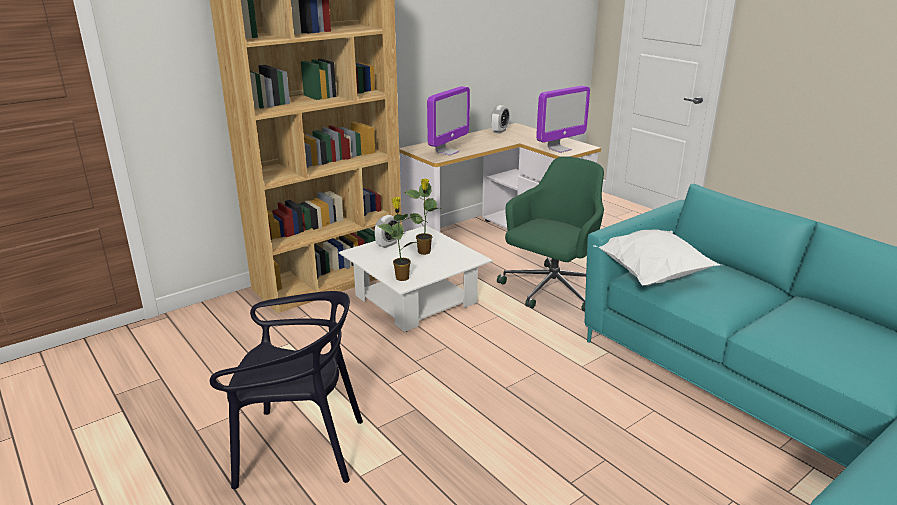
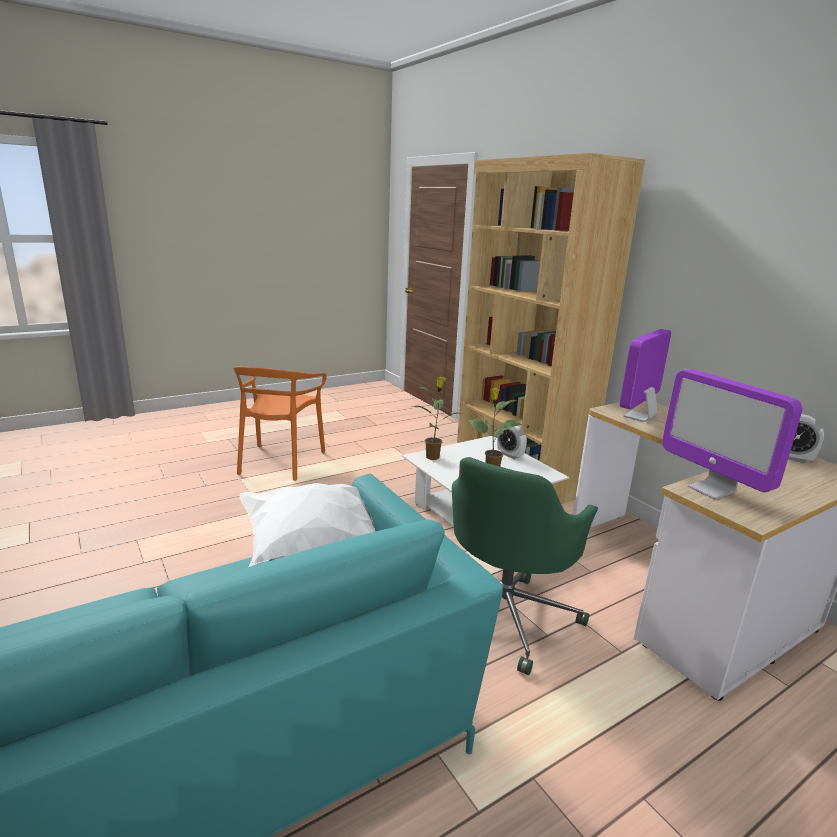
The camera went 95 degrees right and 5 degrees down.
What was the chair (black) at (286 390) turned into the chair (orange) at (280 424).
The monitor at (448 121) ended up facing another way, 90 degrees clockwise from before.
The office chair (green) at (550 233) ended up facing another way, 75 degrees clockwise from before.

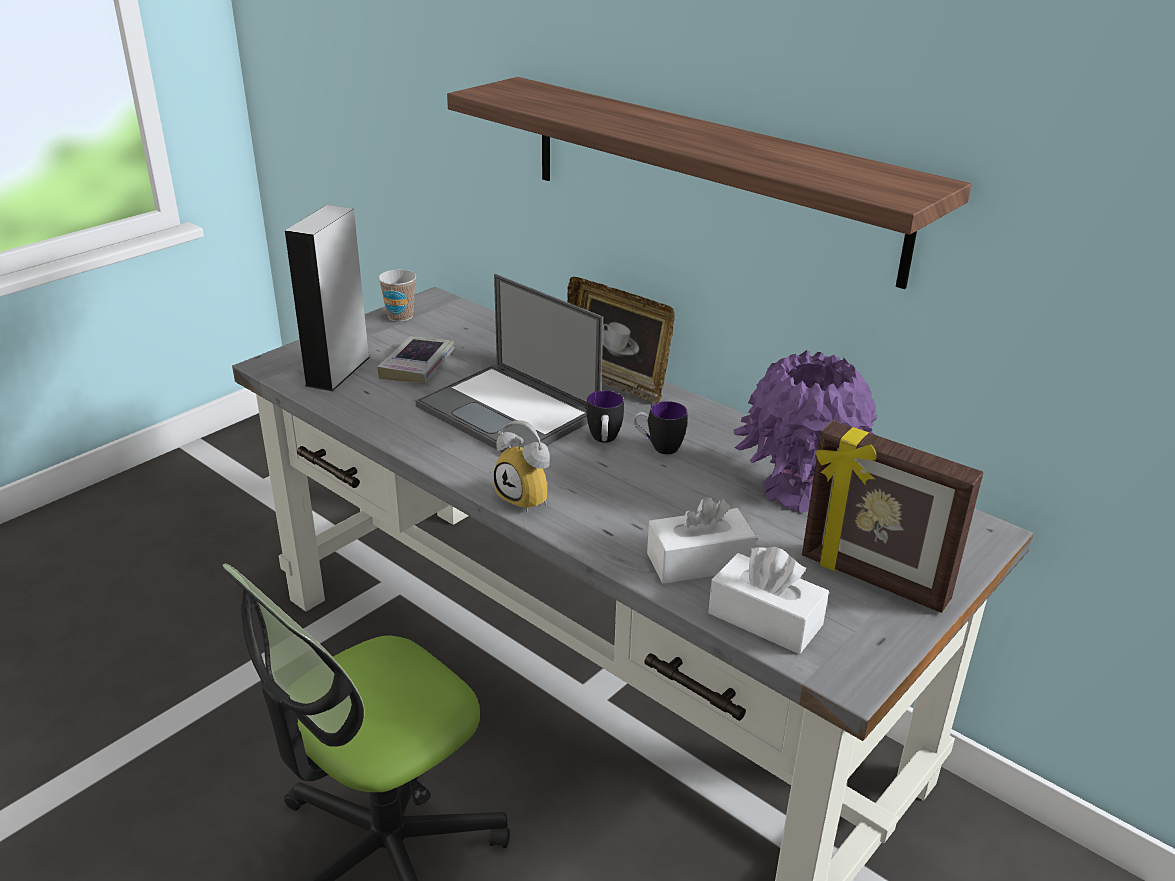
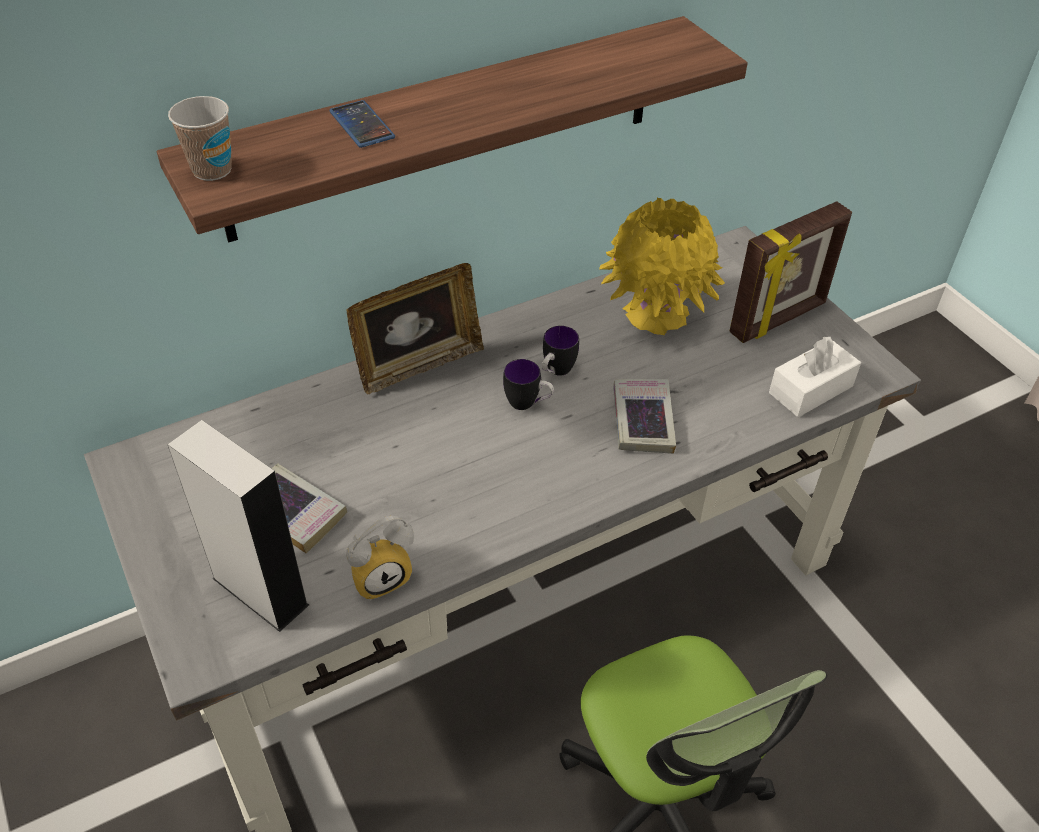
The camera went 70 degrees left and 15 degrees up.
The cup ended up elsewhere, having gone from (397 295) to (200 138).
The second view lost the laptop at (509 363).
The alarm clock ended up elsewhere, having gone from (522 466) to (380 558).
The second view lost the tissue box (white) at (702 540).
What was the vase (purple) at (805 432) turned into the vase (yellow) at (662 266).
The second view gained the phone at (362 124).
The second view gained the book at (644 416).

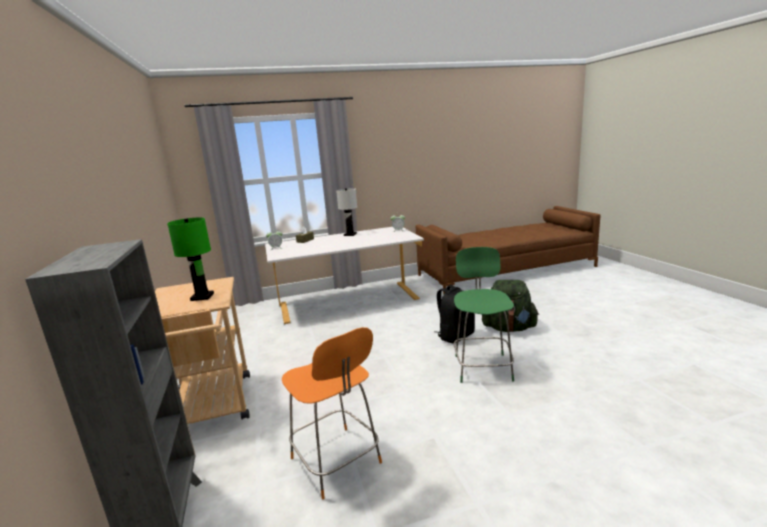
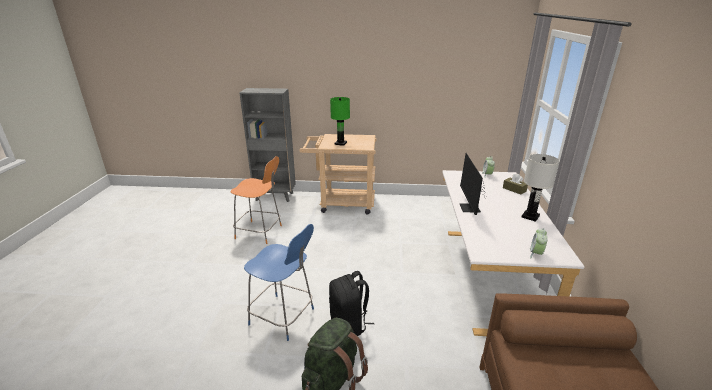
The camera went 110 degrees right and 10 degrees up.
The chair (orange) at (332 413) ended up facing another way, 150 degrees counterclockwise from before.
What was the chair (green) at (483 315) turned into the chair (blue) at (279 282).
The second view gained the monitor at (473 184).

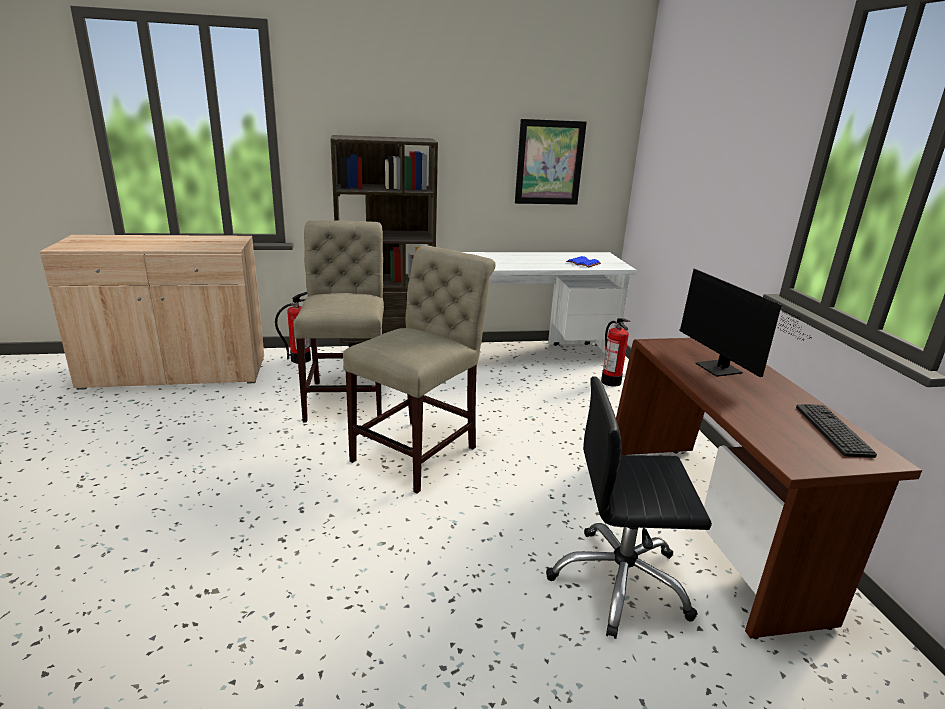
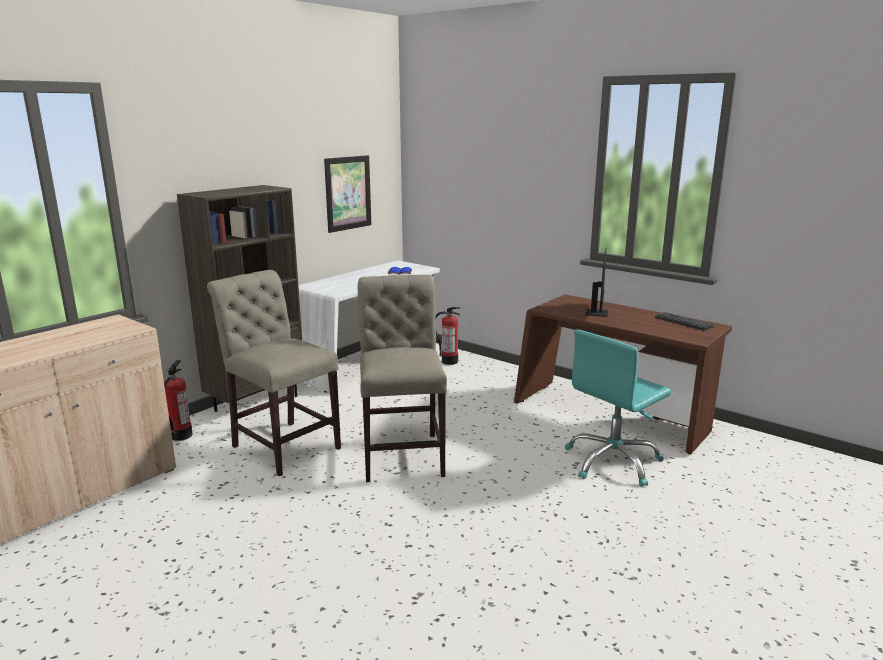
The camera went 40 degrees left and 5 degrees down.
What was the office chair (black) at (629 507) turned into the office chair (turquoise) at (618 408).
The monitor at (745 323) ended up facing another way, 105 degrees counterclockwise from before.

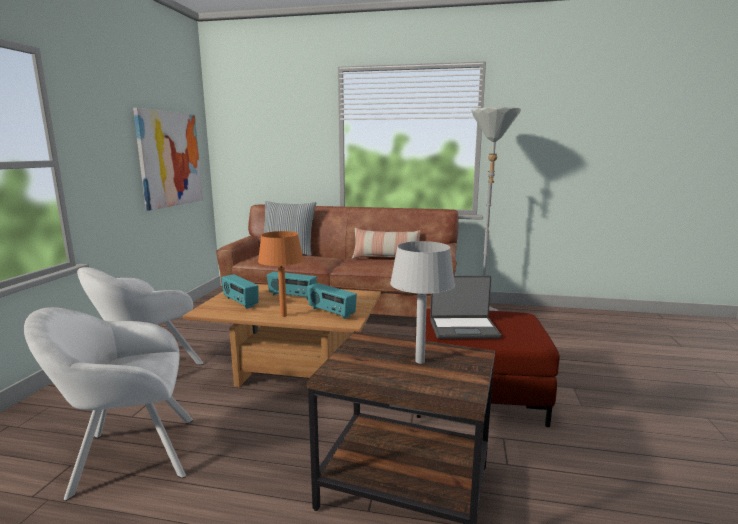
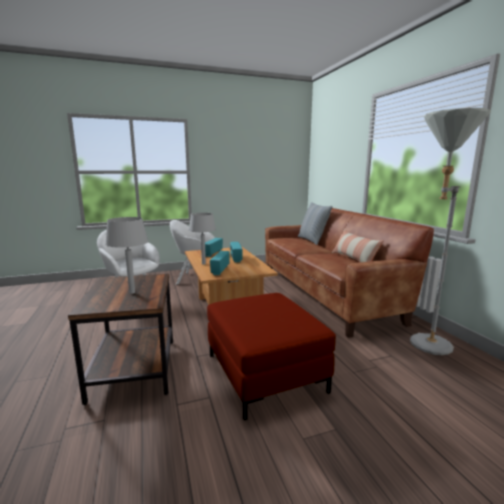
The camera went 60 degrees right and 0 degrees up.
The second view lost the picture at (168 159).
What was the table lamp (orange) at (281 274) turned into the table lamp (grey) at (202 239).
The second view lost the laptop at (465 307).

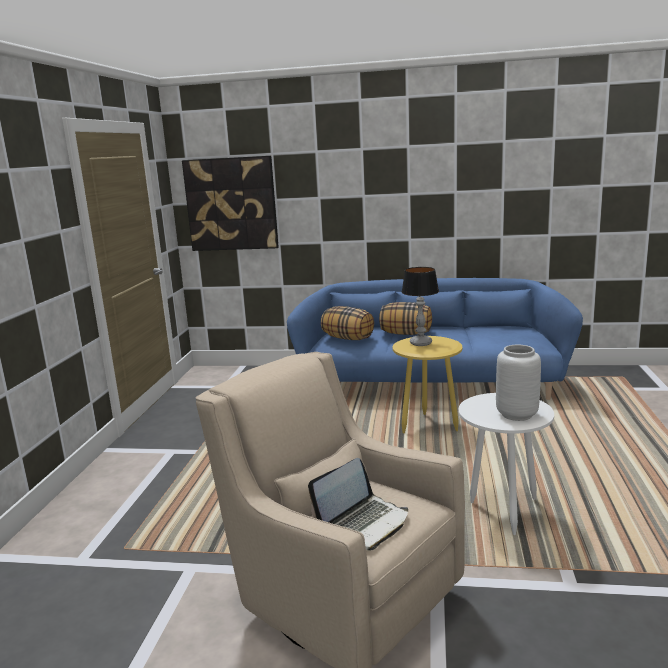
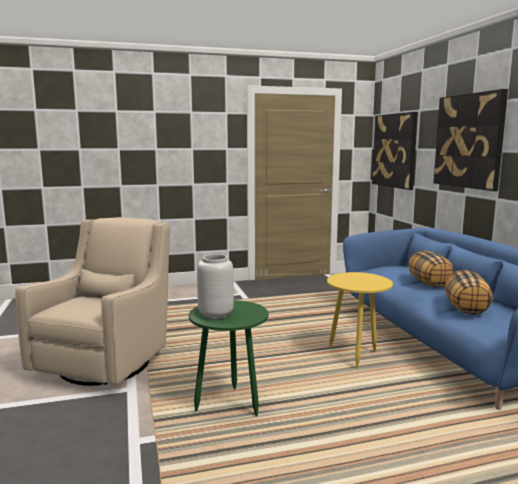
The camera went 65 degrees right and 5 degrees down.
The second view lost the laptop at (358 504).
The pillow ended up elsewhere, having gone from (347 323) to (469 292).
The second view lost the table lamp at (420 306).
What was the side table (white) at (506 464) turned into the side table (green) at (228 358).
The second view gained the picture at (471 140).

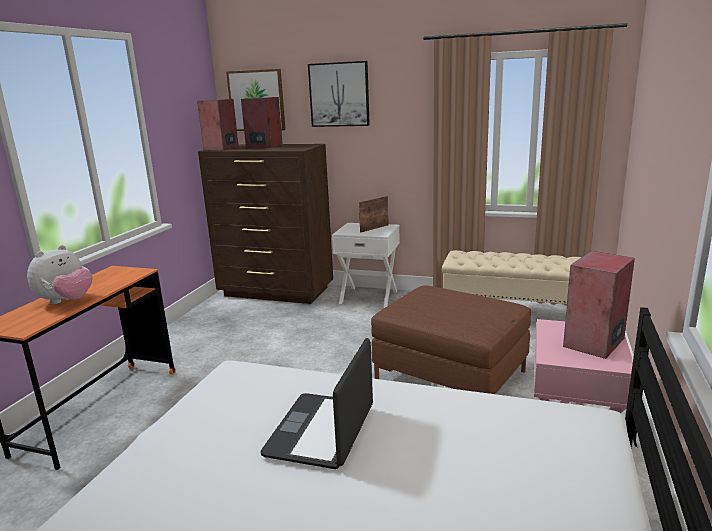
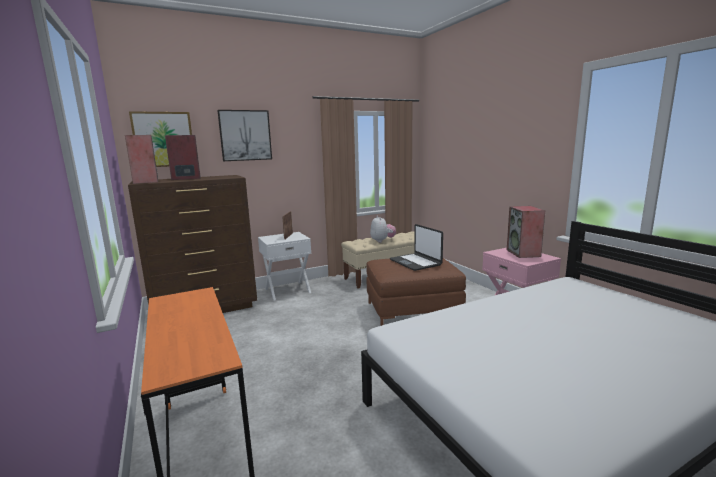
The camera went 45 degrees left and 5 degrees down.
The plush toy ended up elsewhere, having gone from (59 274) to (383 229).
The laptop ended up elsewhere, having gone from (316 403) to (416 247).

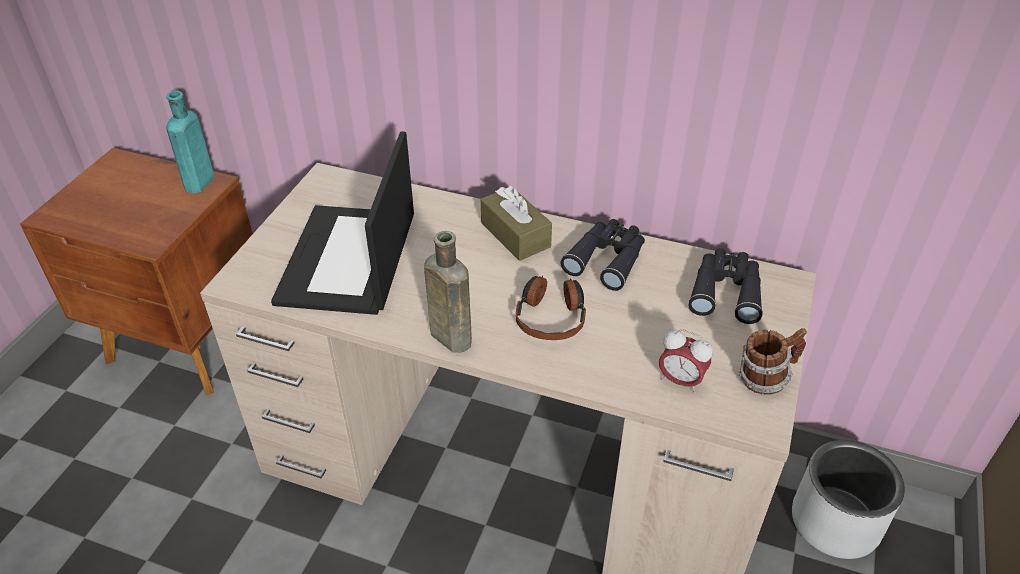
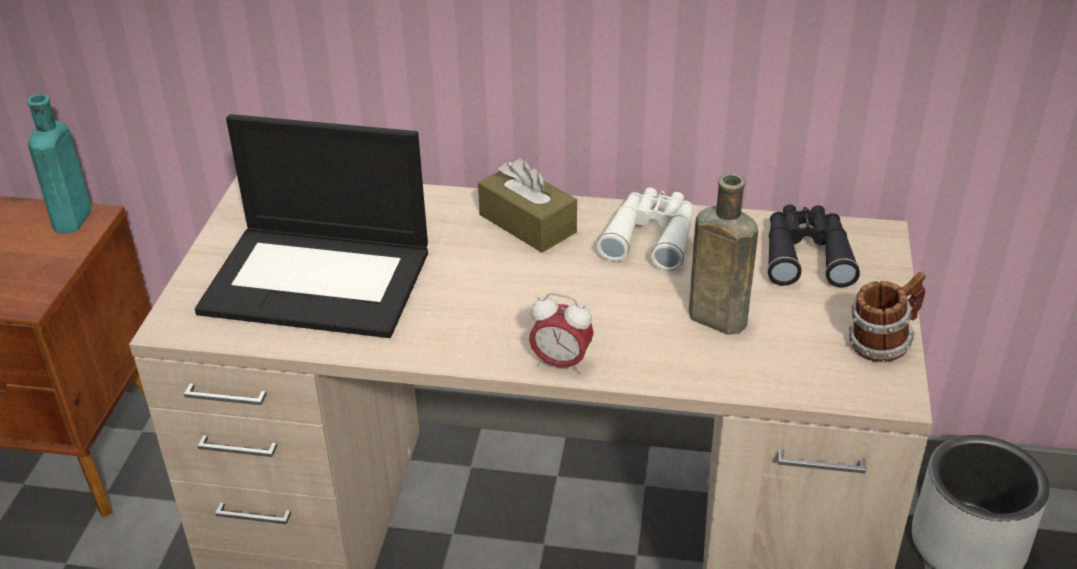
The camera went 10 degrees left and 5 degrees down.
The laptop at (342 223) ended up facing another way, 75 degrees counterclockwise from before.
The bottle (brown) ended up elsewhere, having gone from (448 292) to (723 254).
The second view lost the headphones at (551 308).
What was the binoculars (black) at (602 255) turned into the binoculars (white) at (645 229).
The alarm clock ended up elsewhere, having gone from (686 361) to (561 333).

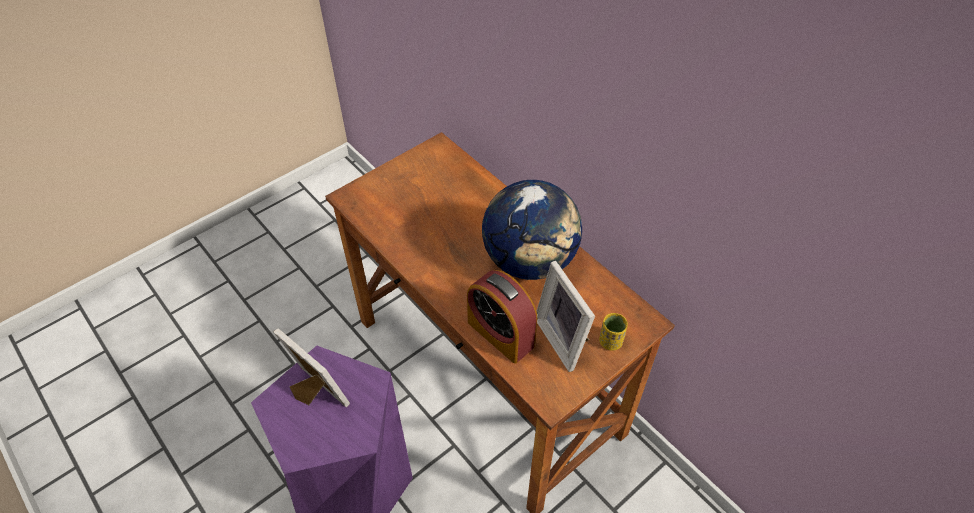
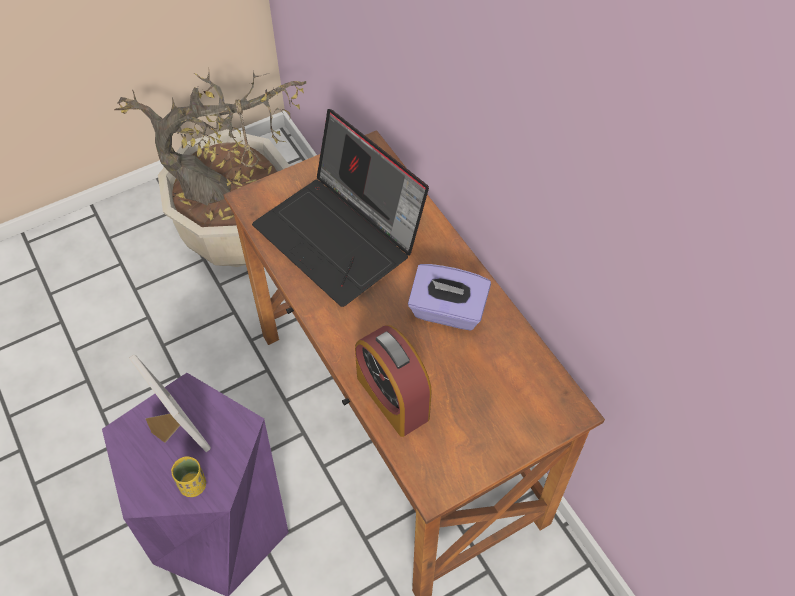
The camera went 10 degrees right and 5 degrees up.
Where the globe stood at (532 230), the tissue box (purple) came to stand at (449 297).
The second view lost the picture frame at (566 316).
The cup (yellow) ended up elsewhere, having gone from (613 332) to (188 476).
The second view gained the potted plant at (210 166).
The second view gained the laptop at (340 208).

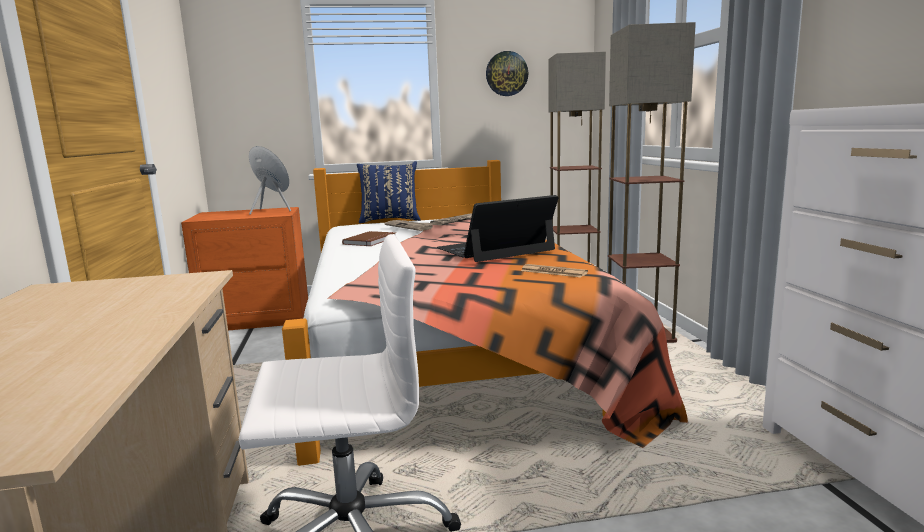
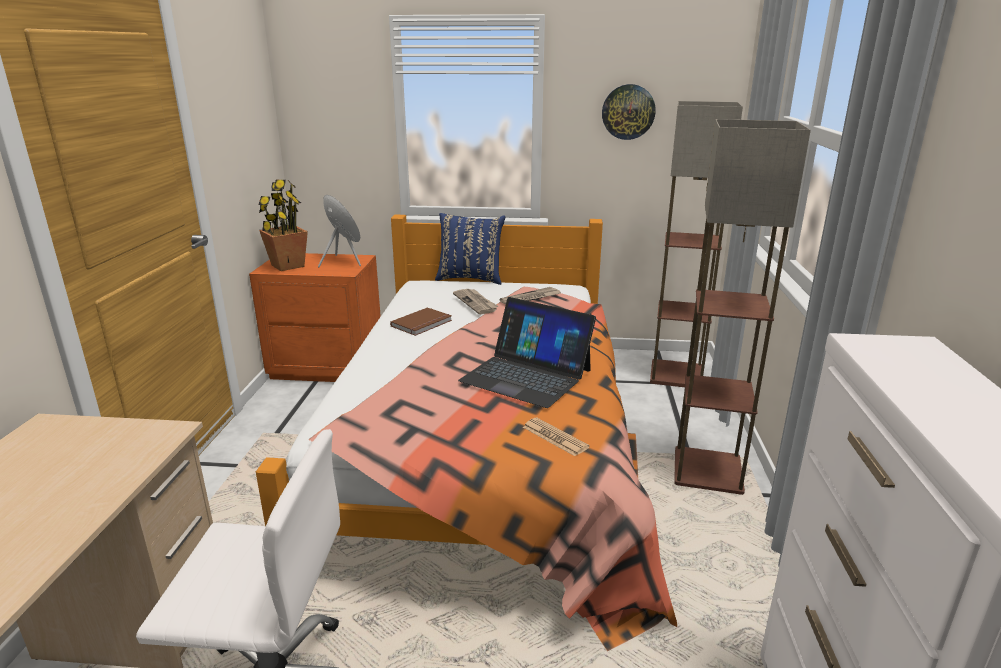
The camera went 15 degrees right and 10 degrees up.
The laptop at (498 228) ended up facing another way, 135 degrees counterclockwise from before.
The second view gained the potted plant at (283 225).

